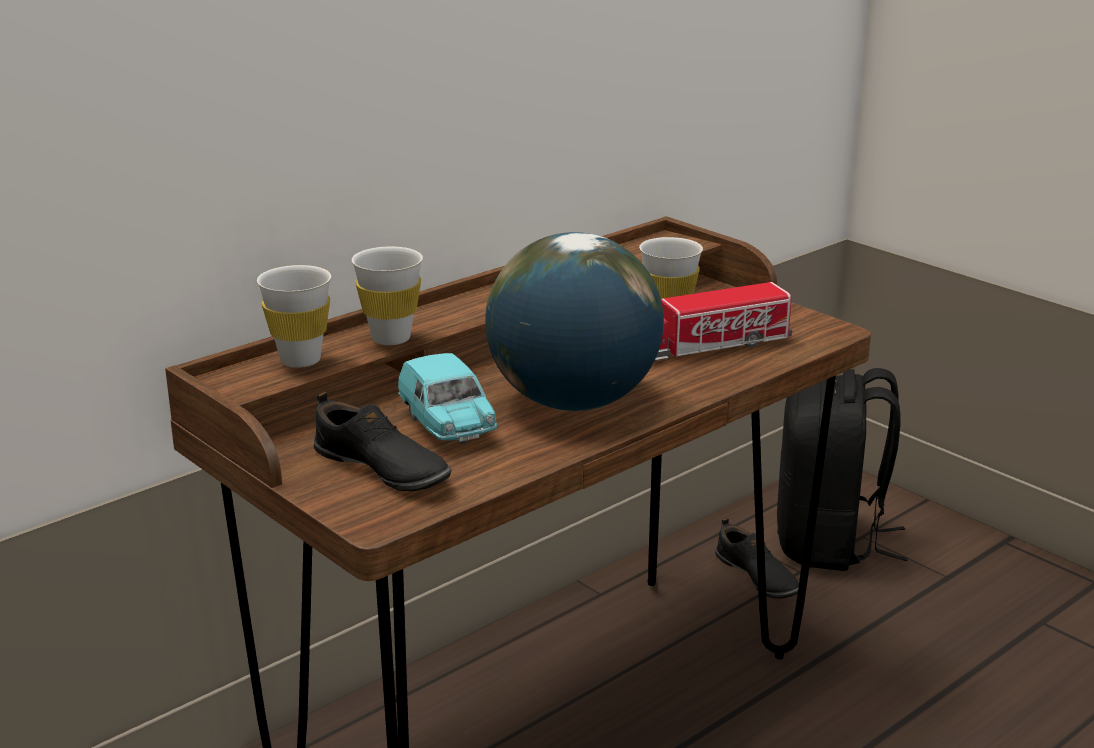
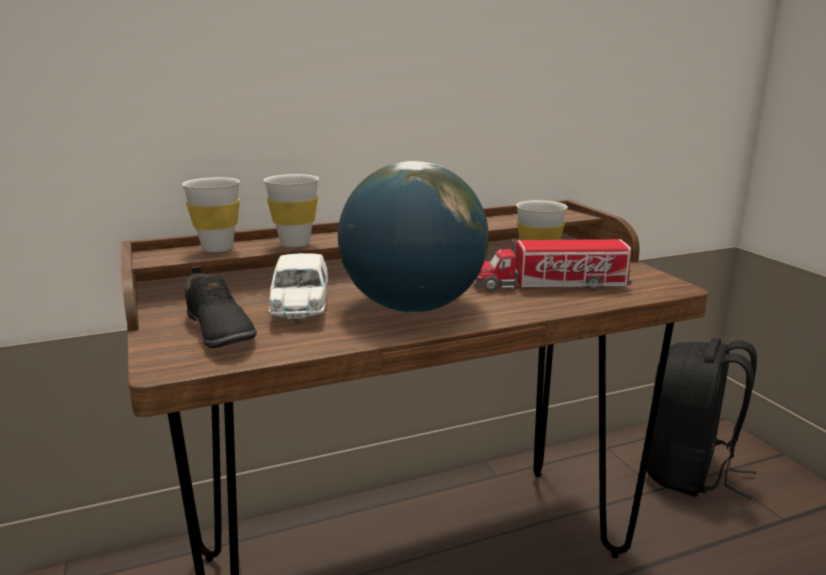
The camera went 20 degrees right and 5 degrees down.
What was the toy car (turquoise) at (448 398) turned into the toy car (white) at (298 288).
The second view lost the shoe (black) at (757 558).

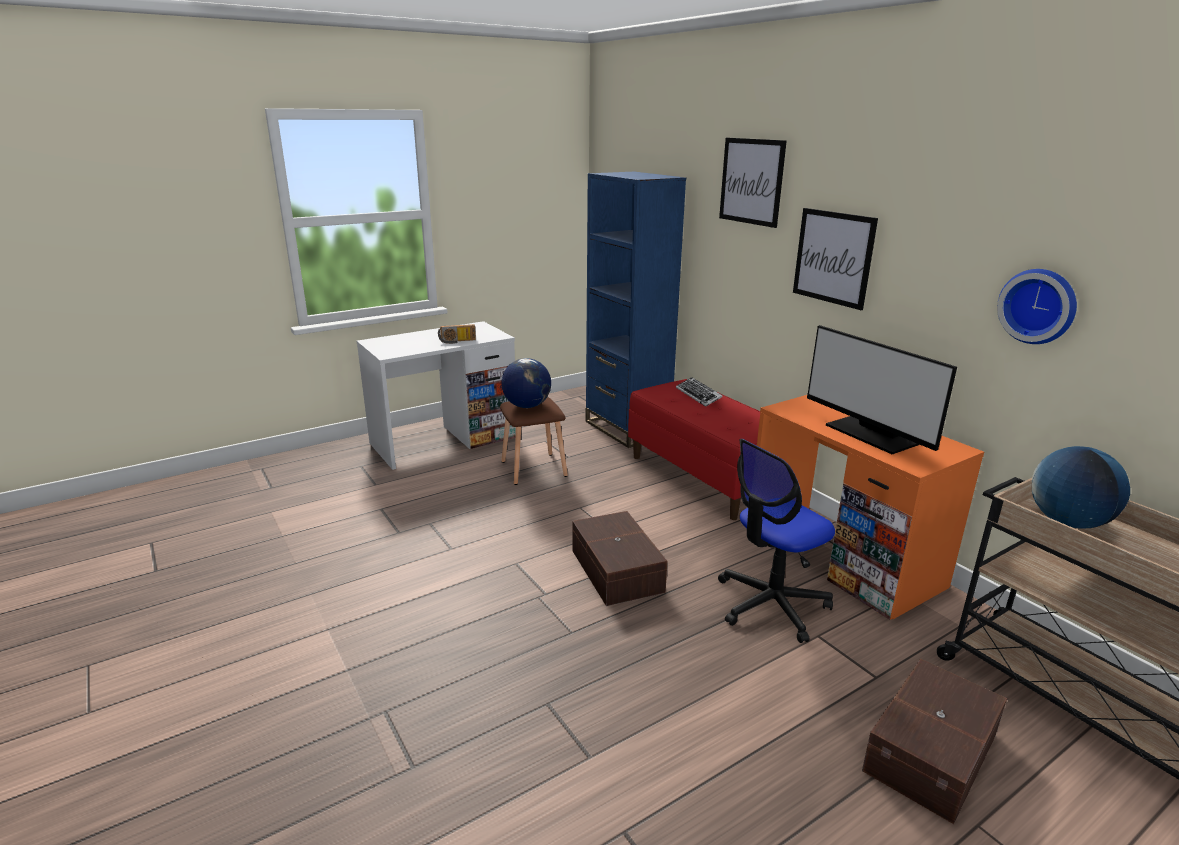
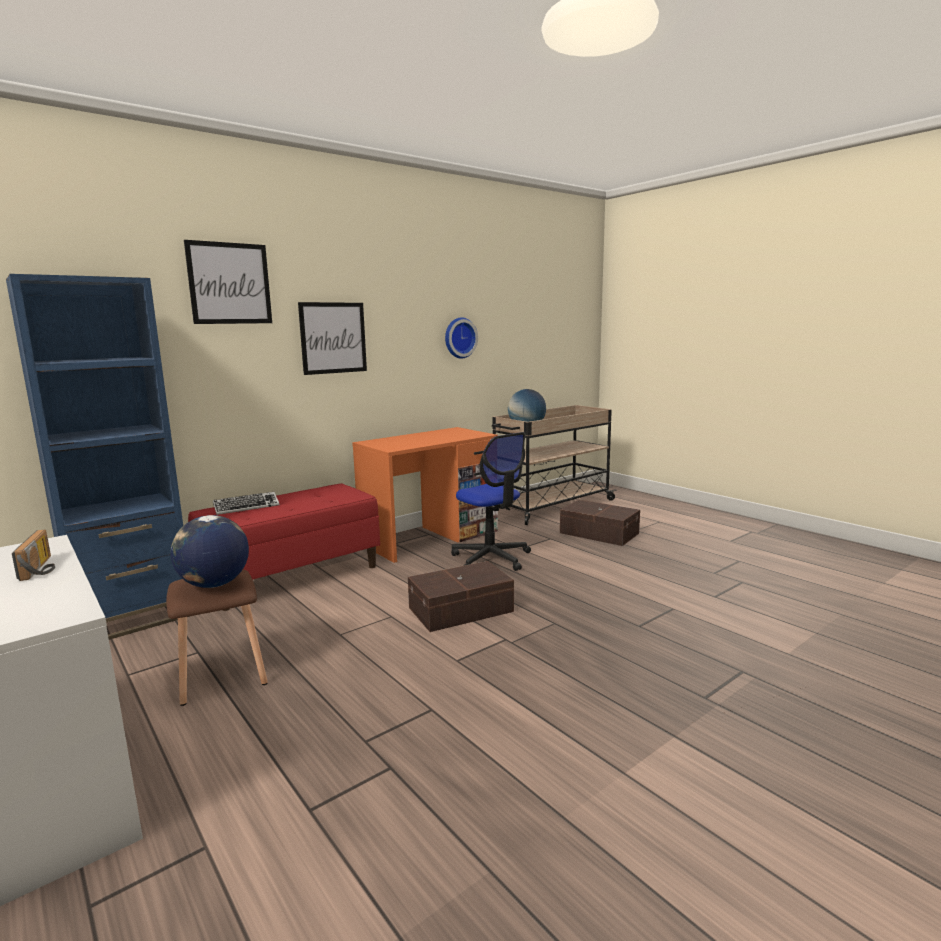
The camera went 95 degrees left and 10 degrees down.
The second view lost the monitor at (882 389).

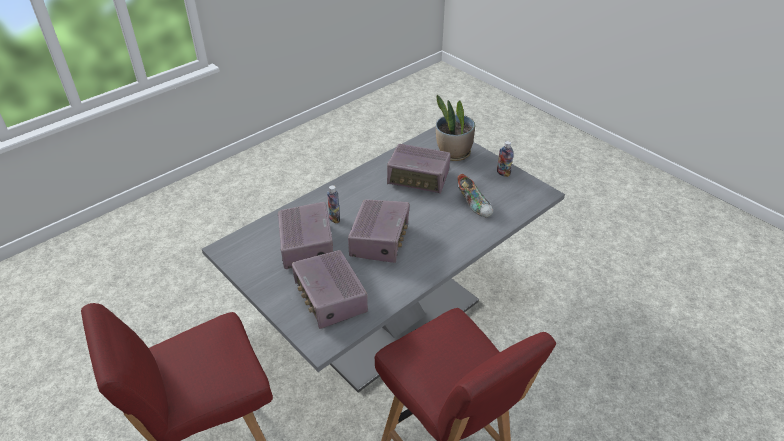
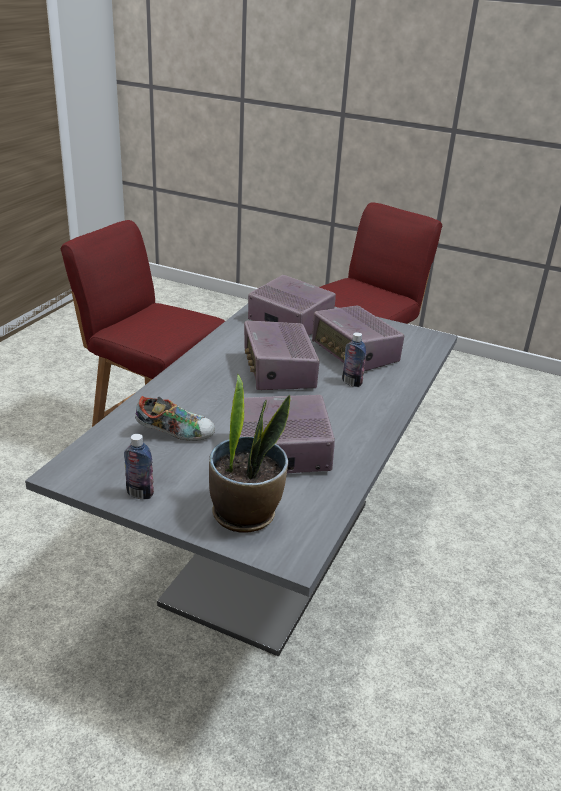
The camera went 155 degrees right and 10 degrees down.
The shoe at (475 195) ended up facing another way, 150 degrees clockwise from before.

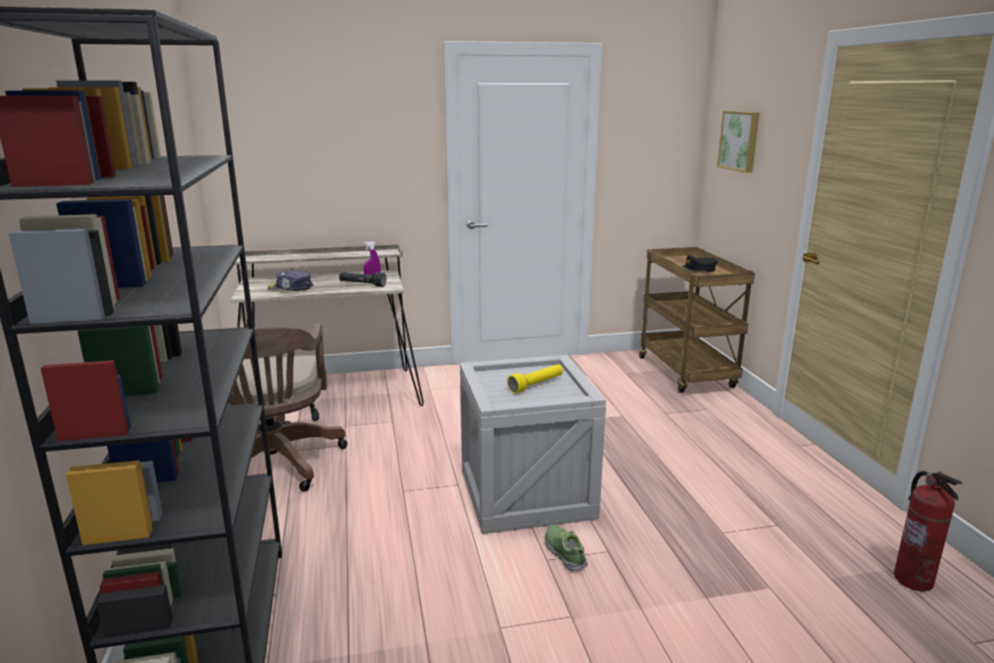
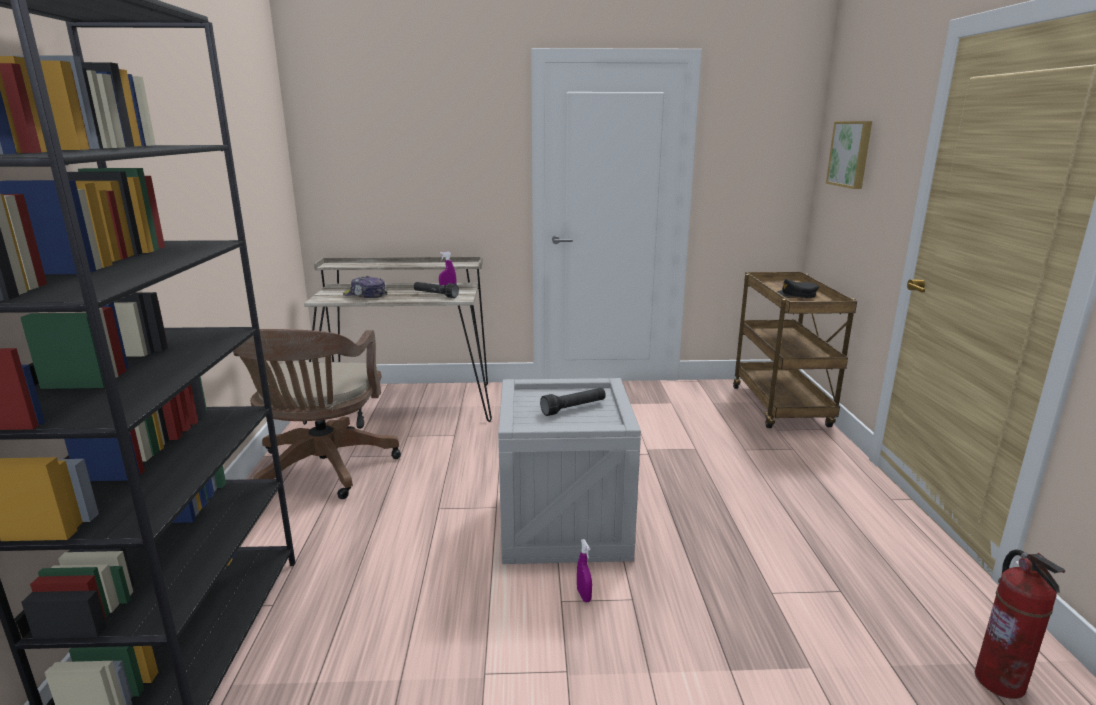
The camera went 10 degrees right and 0 degrees up.
What was the flashlight (yellow) at (535 379) turned into the flashlight (black) at (573 402).
Where the shoe stood at (566 548), the spray bottle (purple) came to stand at (584 570).

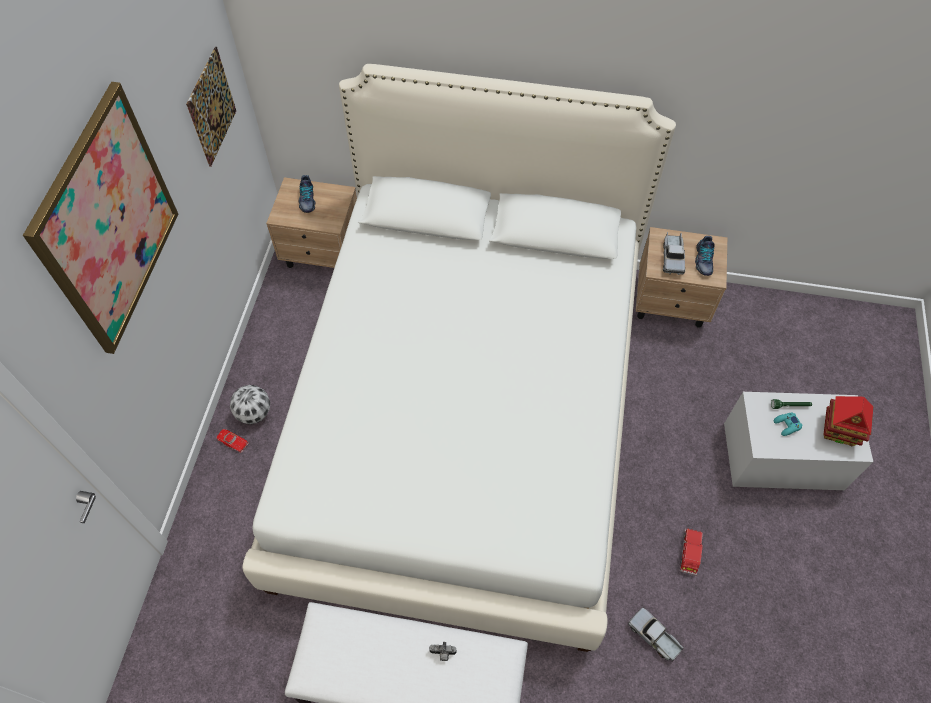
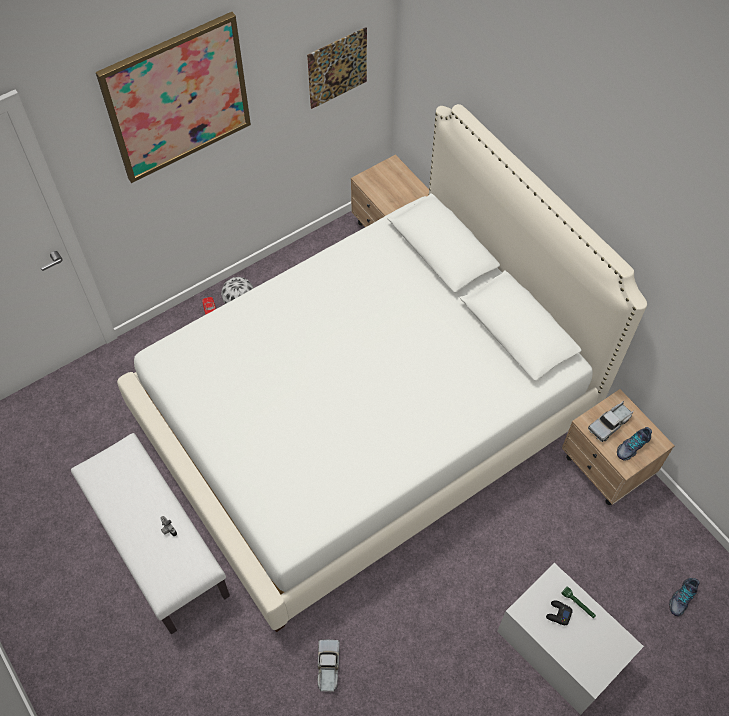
The camera went 45 degrees right and 0 degrees up.
The shoe ended up elsewhere, having gone from (307 194) to (684 597).
The second view lost the toy car (red) at (691 552).
What was the game controller (turquoise) at (788 424) turned into the game controller (black) at (559 612).
The second view lost the toy house at (848 421).

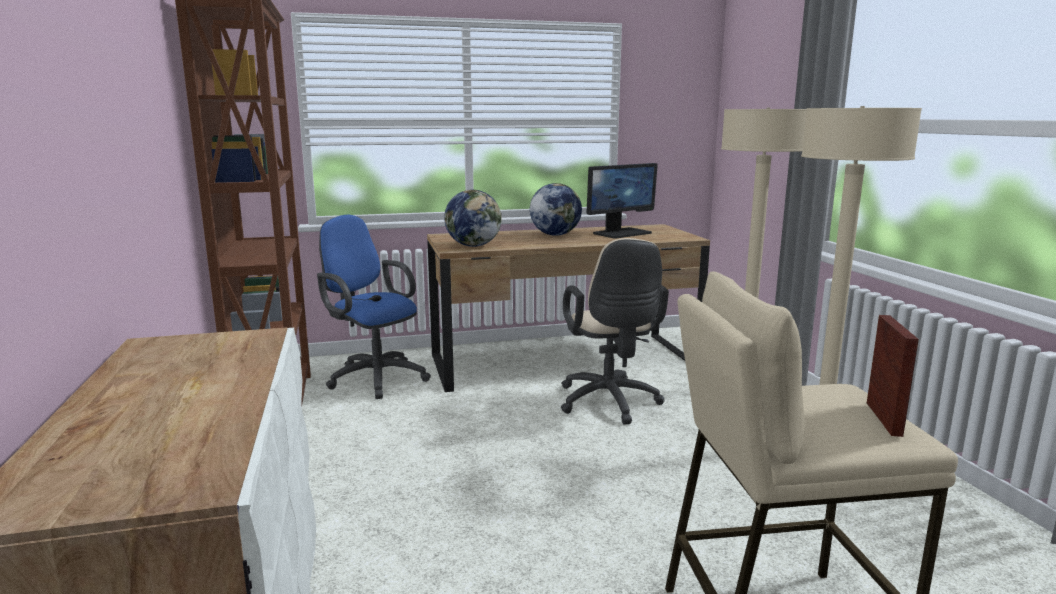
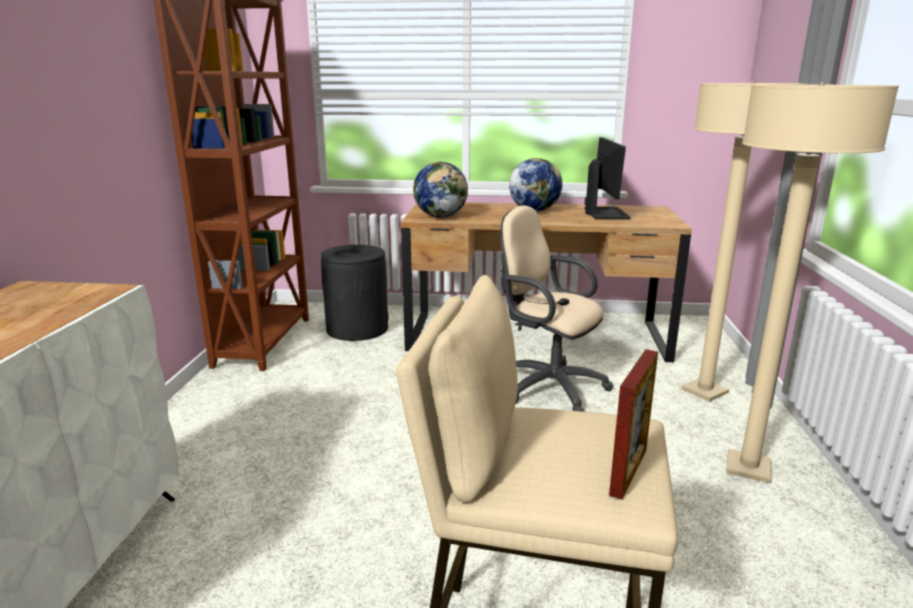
The camera went 20 degrees right and 5 degrees up.
Where the office chair (blue) stood at (374 307), the trash can (black) came to stand at (355 293).
The office chair (beige) at (615 331) ended up facing another way, 120 degrees clockwise from before.
The monitor at (622 201) ended up facing another way, 75 degrees counterclockwise from before.

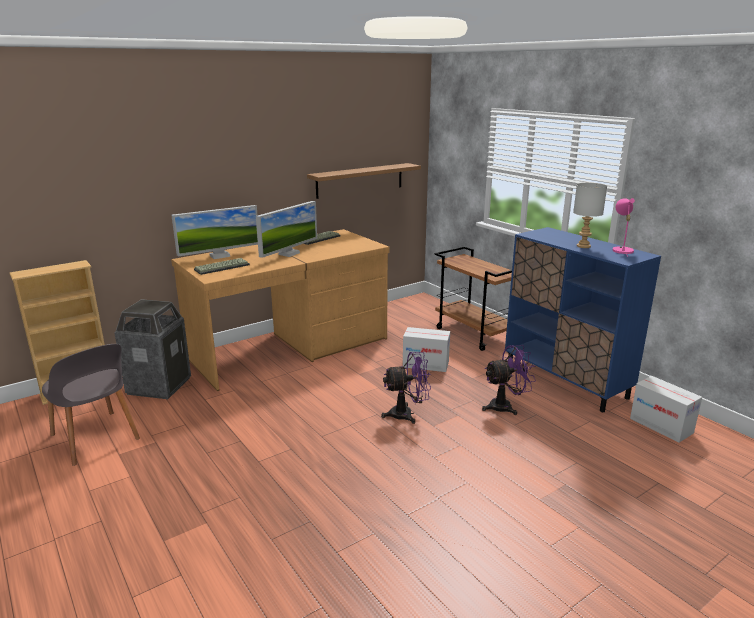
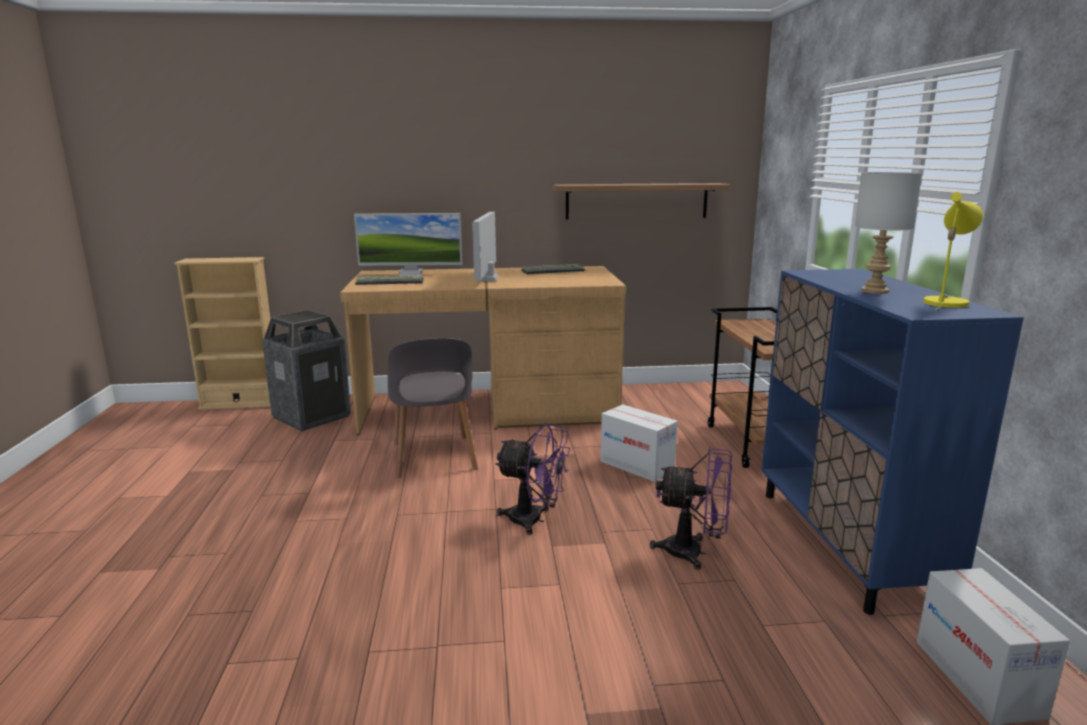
The camera went 30 degrees right and 5 degrees down.
The chair (grey) ended up elsewhere, having gone from (91 405) to (433 408).
The monitor at (286 229) ended up facing another way, 120 degrees clockwise from before.
What was the table lamp (pink) at (624 227) turned into the table lamp (yellow) at (953 251).

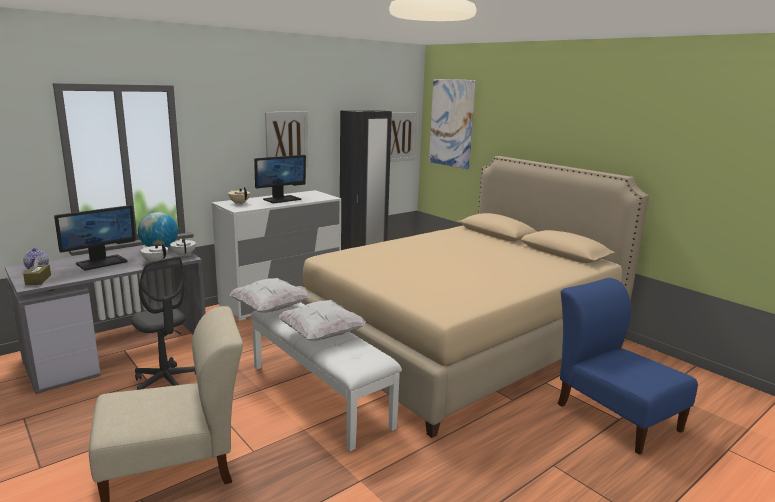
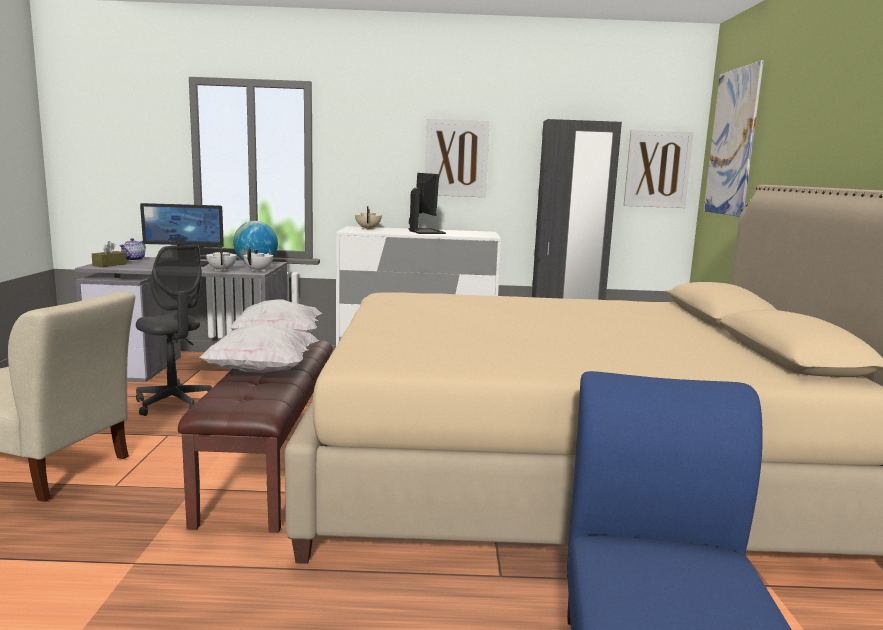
The camera went 40 degrees right and 5 degrees down.
The office chair (grey) at (163 323) ended up facing another way, 45 degrees counterclockwise from before.
What was the bench (white) at (326 376) turned into the bench (brown) at (255 436).
The monitor at (280 179) ended up facing another way, 105 degrees counterclockwise from before.

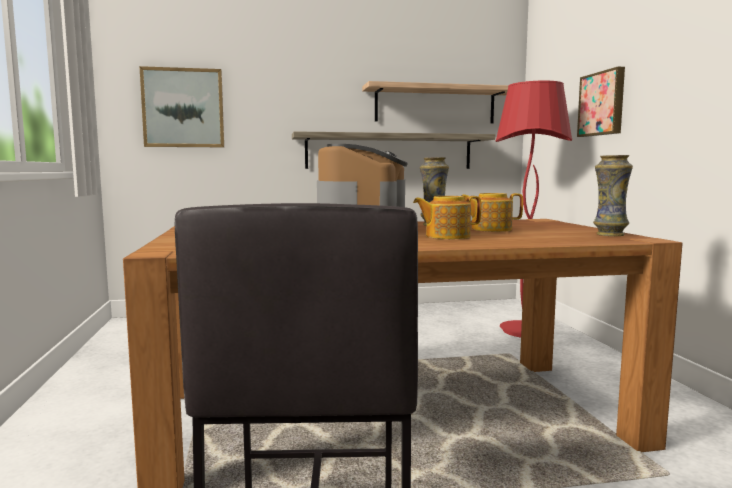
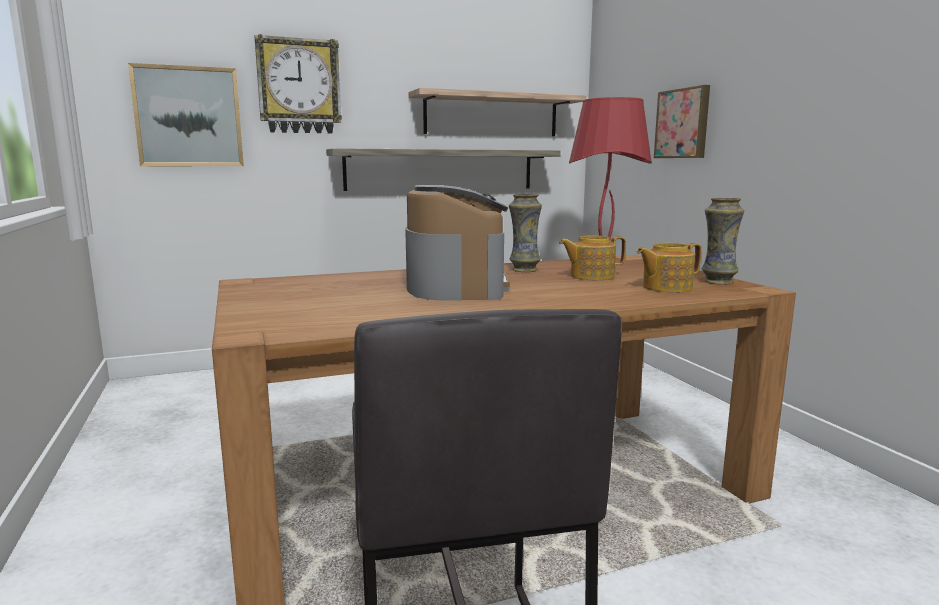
The camera went 10 degrees left and 5 degrees up.
The teapot ended up elsewhere, having gone from (447 217) to (668 268).
The second view gained the wall clock at (298 84).

